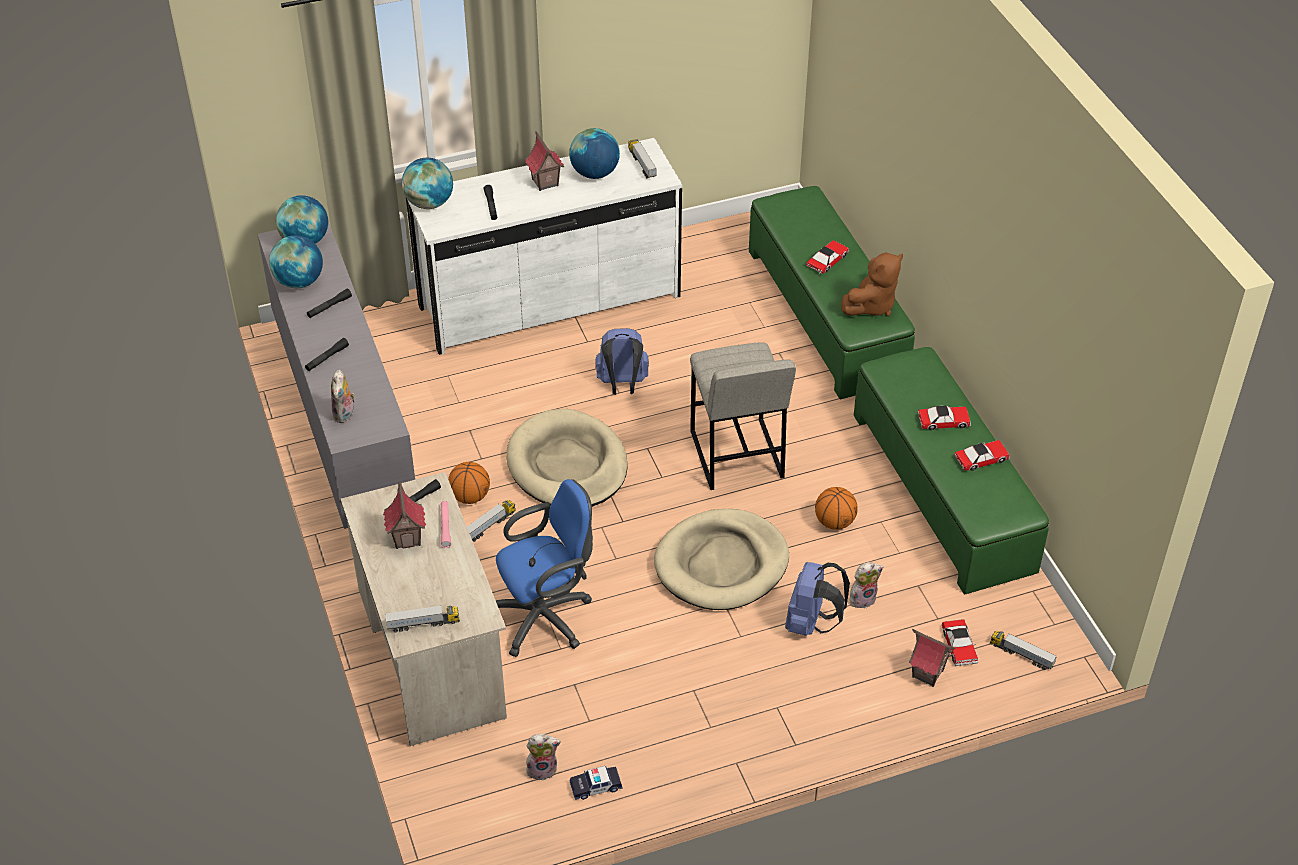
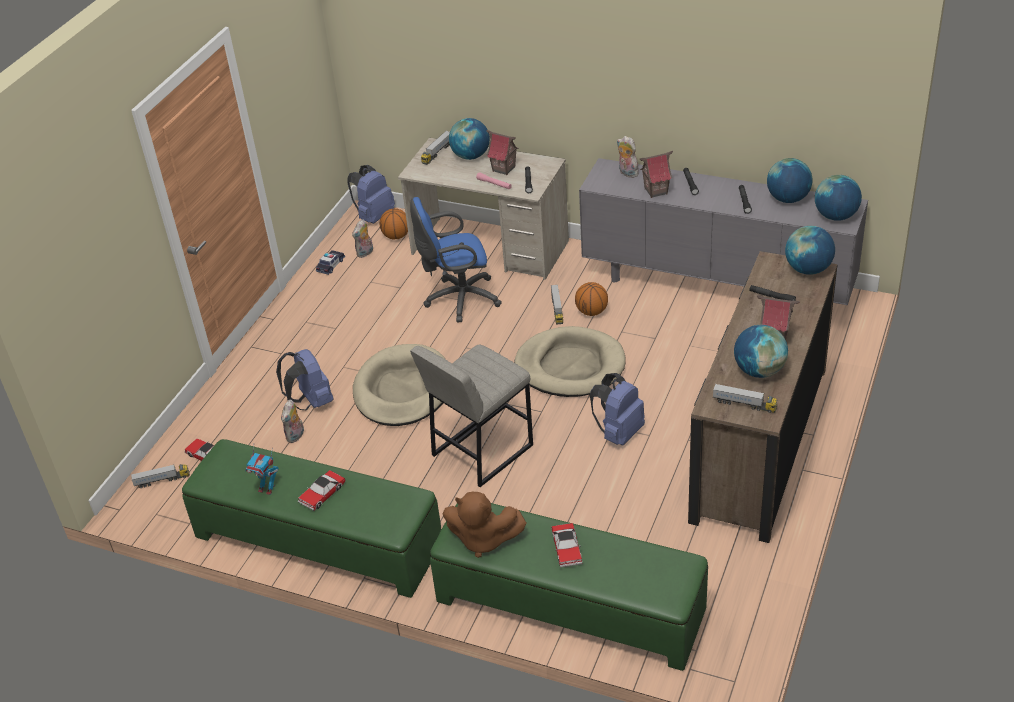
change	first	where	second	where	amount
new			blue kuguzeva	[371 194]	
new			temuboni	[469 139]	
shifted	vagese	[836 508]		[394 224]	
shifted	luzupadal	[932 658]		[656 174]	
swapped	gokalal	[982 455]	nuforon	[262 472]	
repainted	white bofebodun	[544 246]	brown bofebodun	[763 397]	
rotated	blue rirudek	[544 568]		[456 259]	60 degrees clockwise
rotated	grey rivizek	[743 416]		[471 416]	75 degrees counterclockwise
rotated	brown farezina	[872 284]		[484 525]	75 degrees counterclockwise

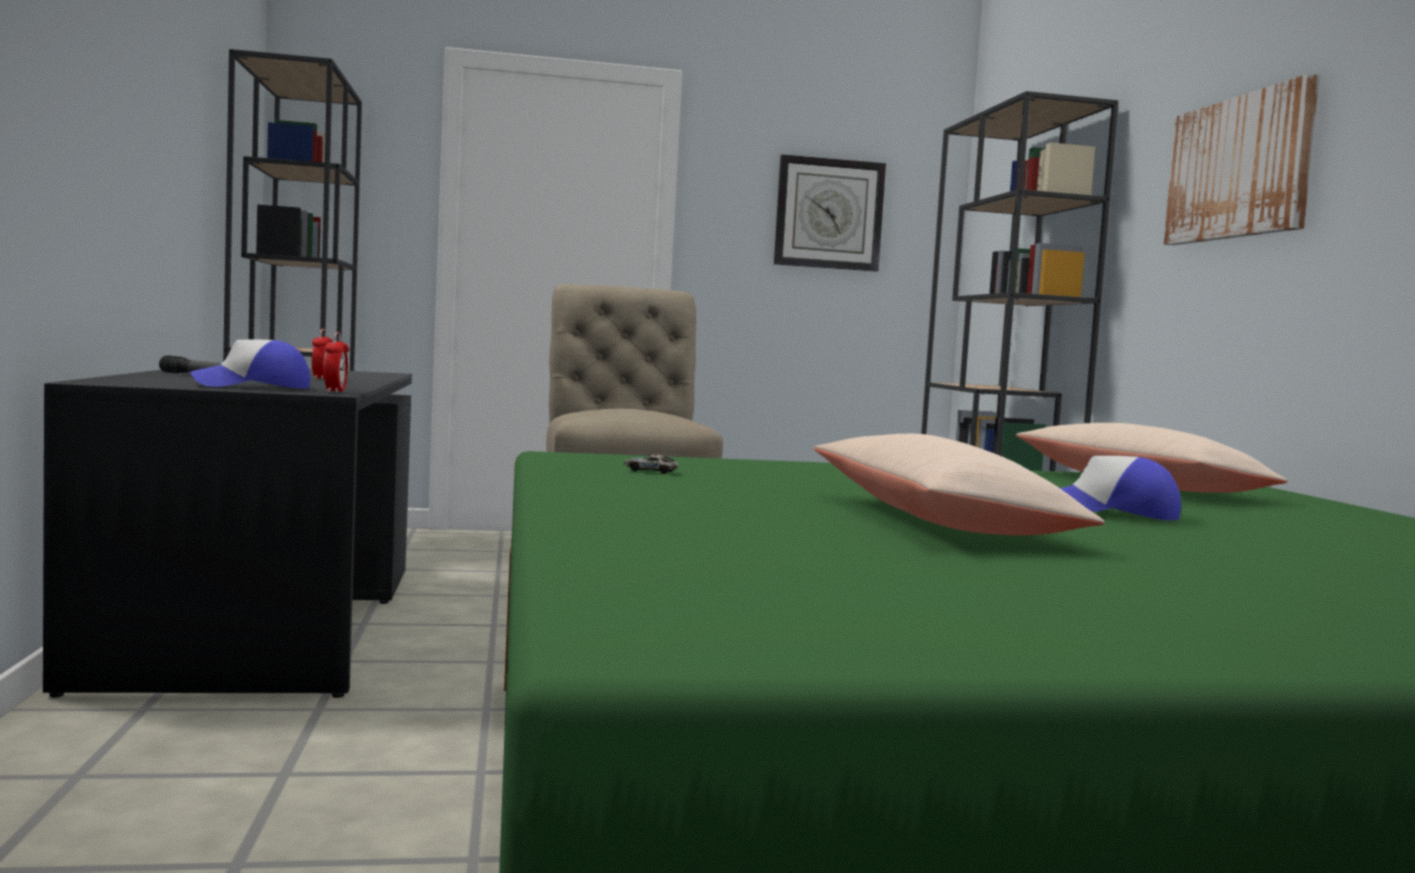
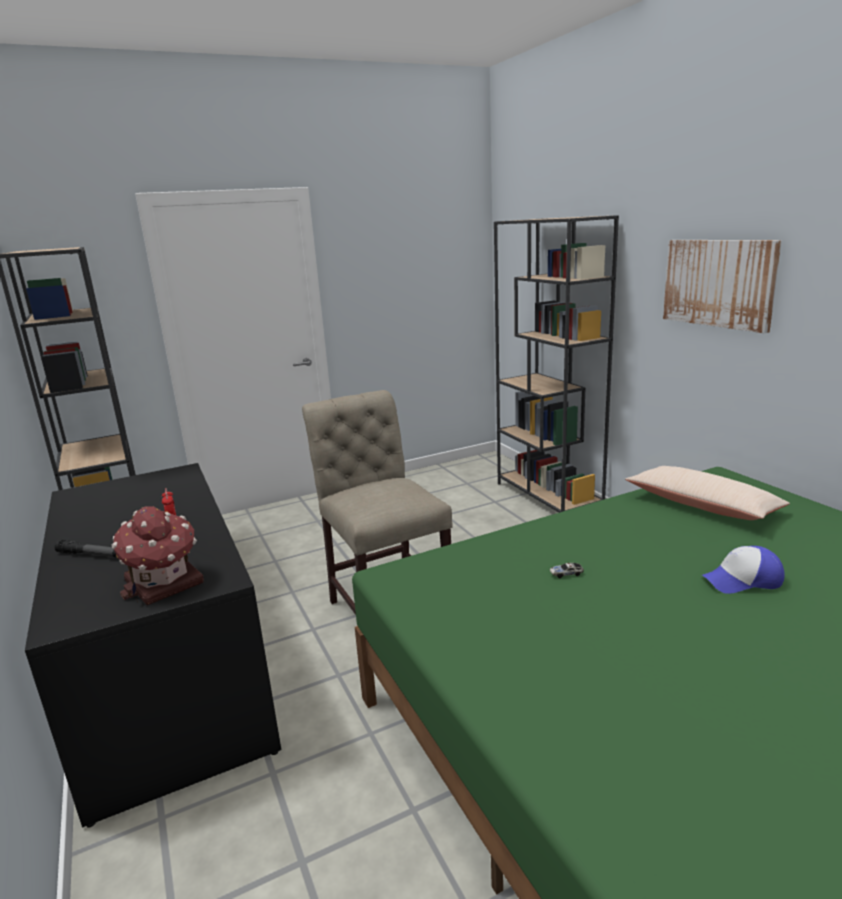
change	first	where	second	where	amount
gone	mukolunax	[336 362]			
gone	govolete	[830 212]			
gone	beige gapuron	[959 485]			
shifted	gokalal	[651 464]		[567 570]	
swapped	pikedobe	[250 364]	luzupadal	[158 555]	

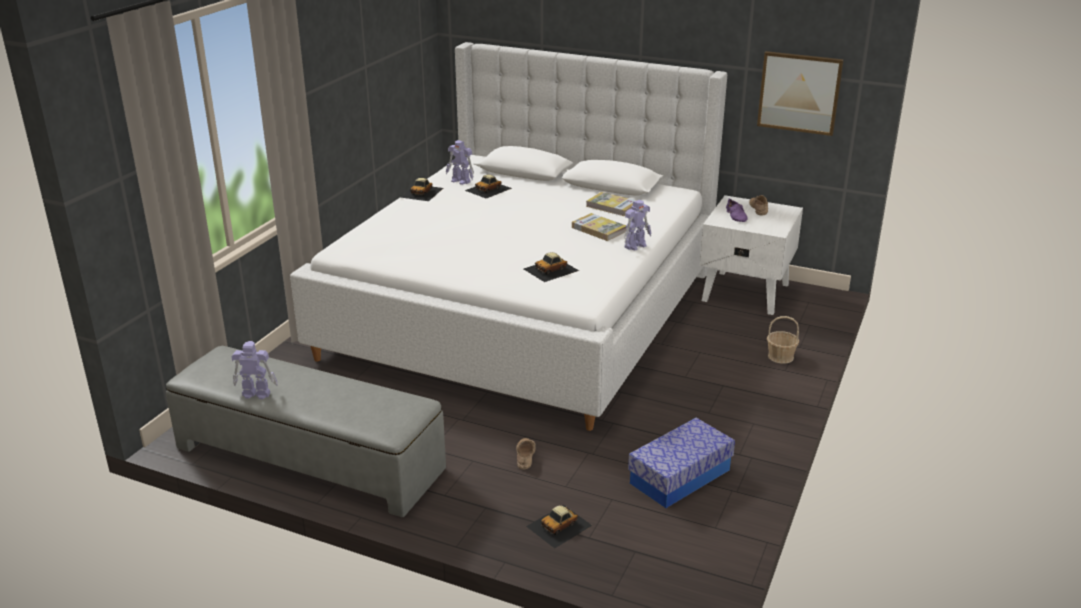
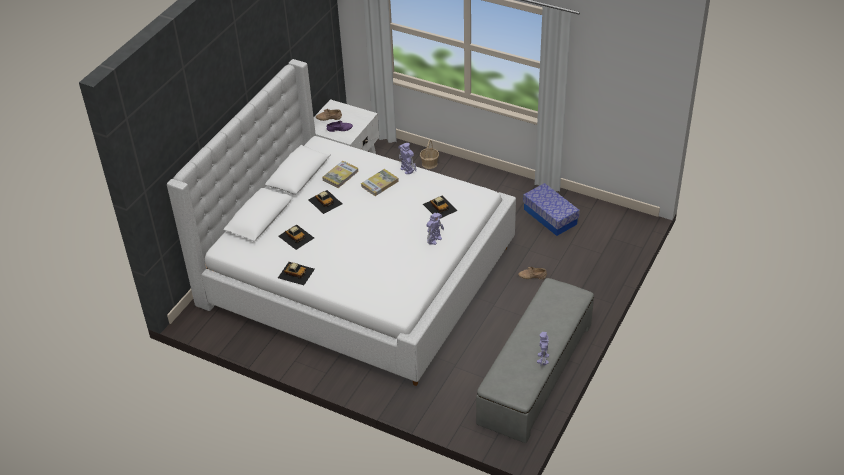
change	first	where	second	where	amount
gone	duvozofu	[800 93]			
shifted	nuforon	[460 162]		[435 229]	
shifted	gokalal	[559 526]		[325 202]	

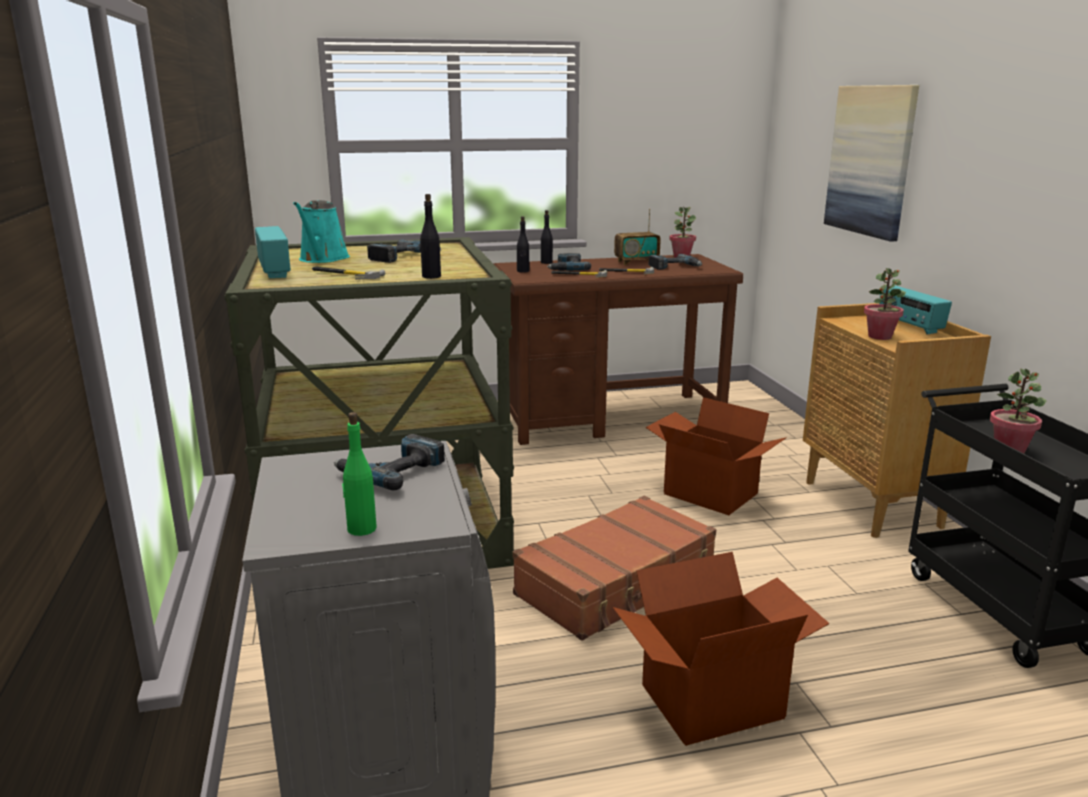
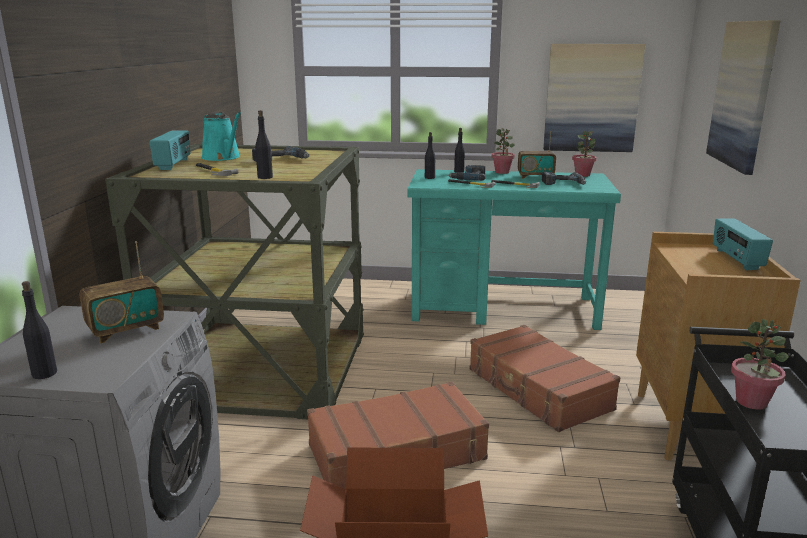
change	first	where	second	where	amount
new			duvozofu	[594 98]	
shifted	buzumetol	[885 304]		[503 151]	
swapped	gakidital	[389 462]	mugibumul	[122 292]	
swapped	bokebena	[716 456]	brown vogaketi	[545 378]	
repainted	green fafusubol	[359 474]	black fafusubol	[39 330]	
repainted	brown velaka	[618 349]	turquoise velaka	[514 249]	
rotated	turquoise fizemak	[321 231]		[221 136]	60 degrees counterclockwise

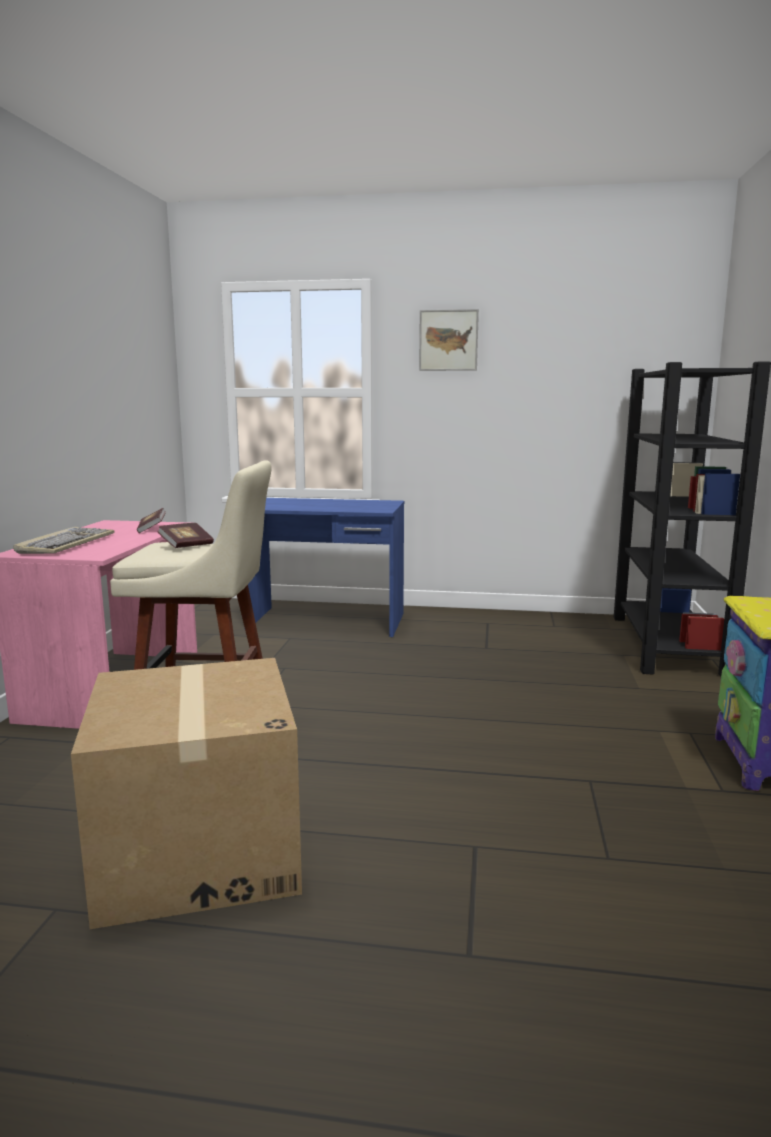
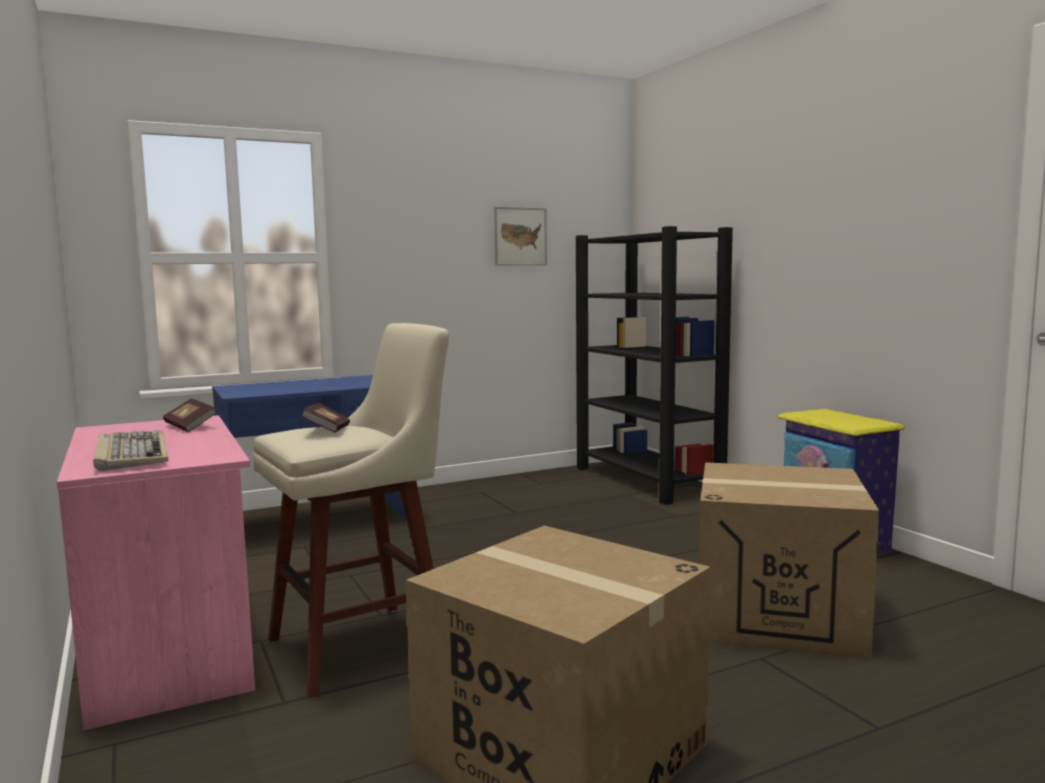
change	first	where	second	where	amount
new			bokebena	[789 560]	
shifted	duvozofu	[449 340]		[520 236]	

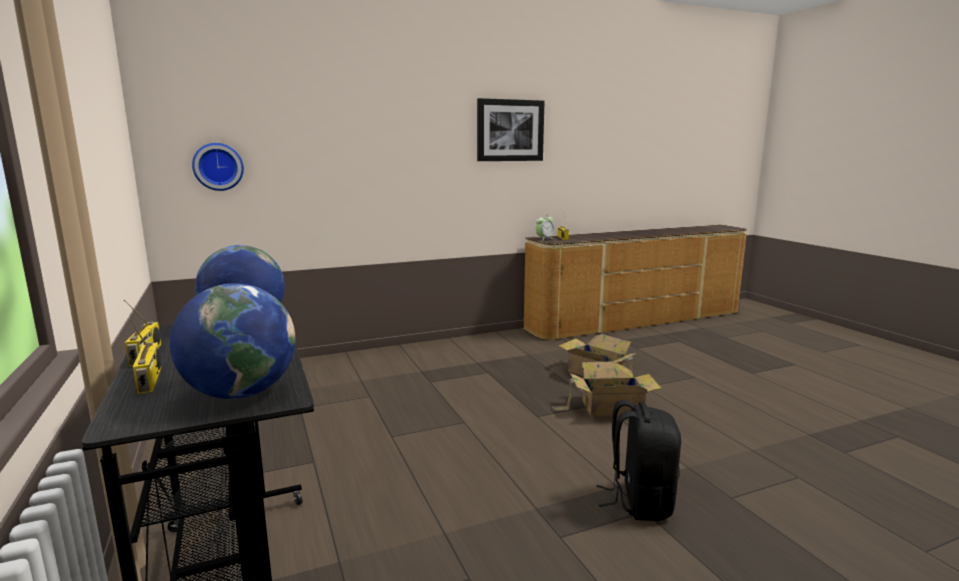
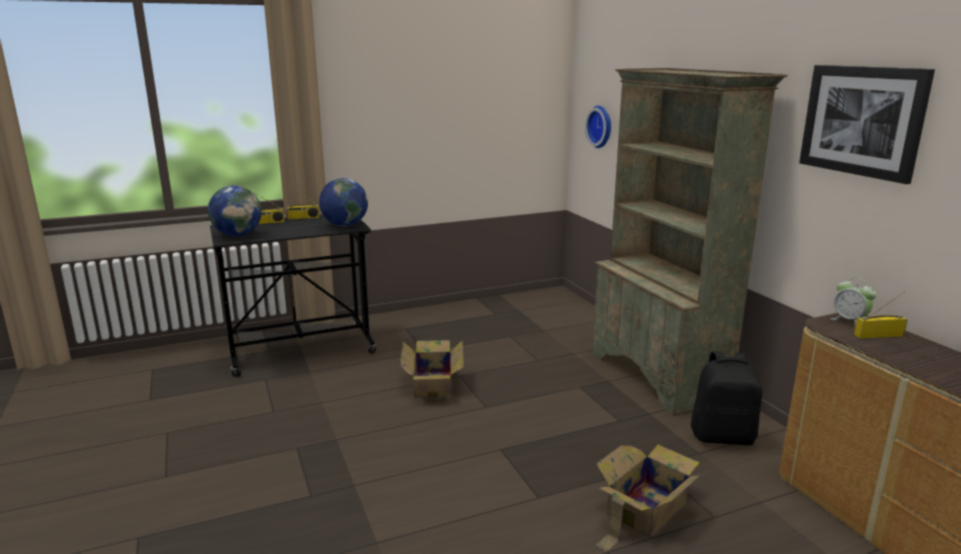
change	first	where	second	where	amount
new			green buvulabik	[690 241]	
shifted	bokebena	[607 389]		[432 369]	
shifted	black kuguzeva	[638 460]		[726 398]	

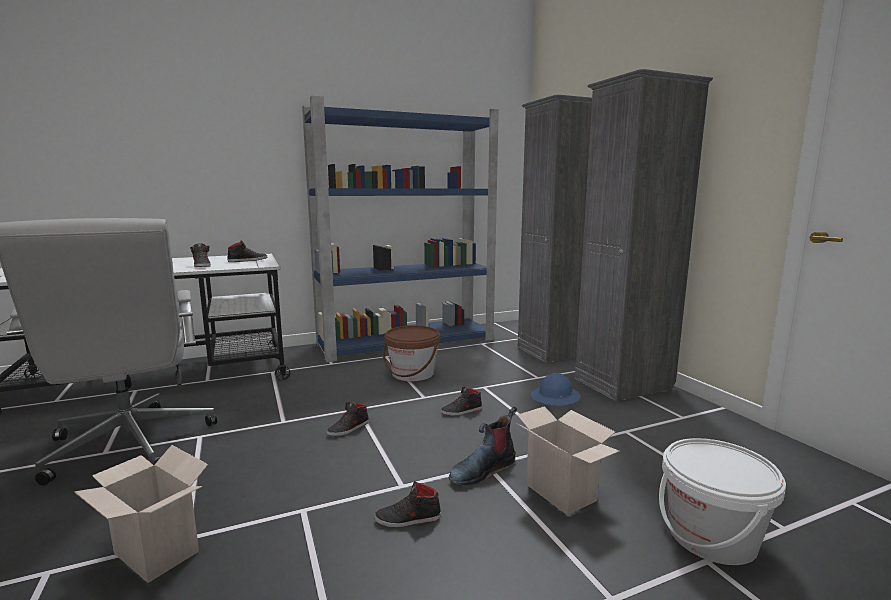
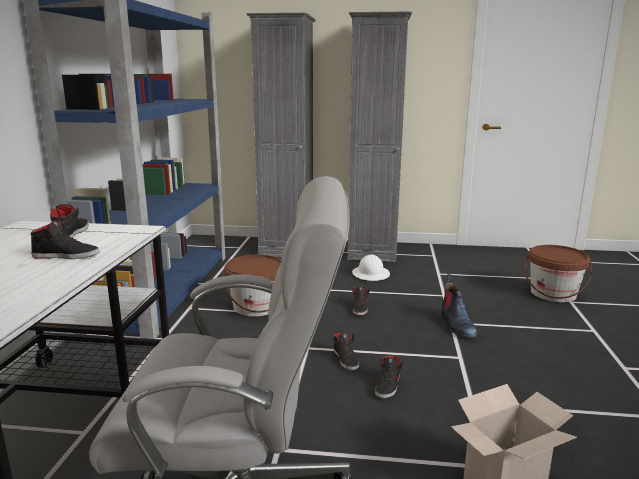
change	first	where	second	where	amount
gone	bokebena	[568 460]			
shifted	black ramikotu	[407 504]		[389 377]	
repainted	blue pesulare	[555 389]	white pesulare	[371 268]	
repainted	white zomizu	[722 501]	brown zomizu	[558 273]	

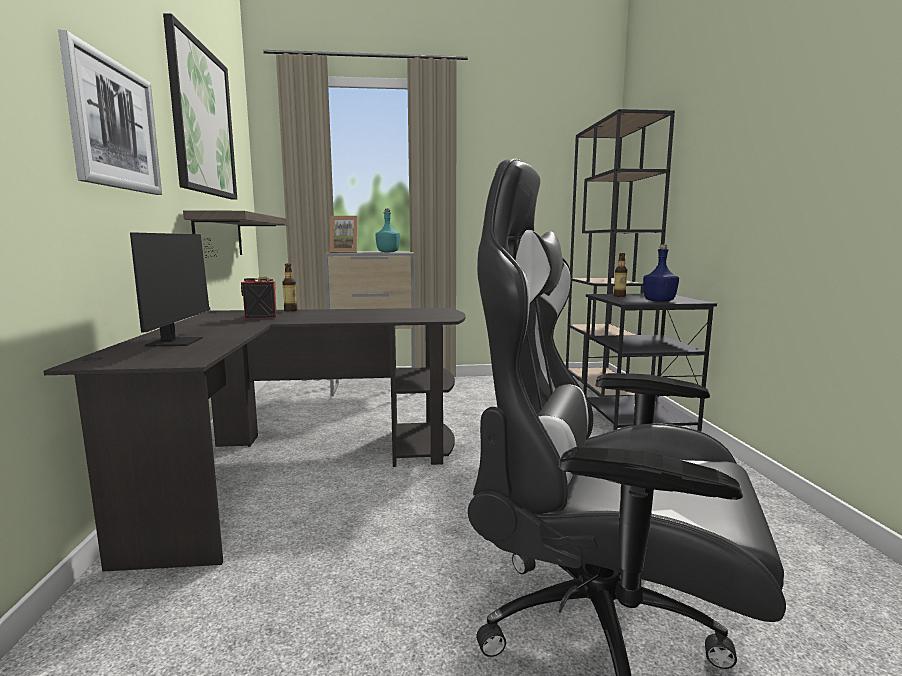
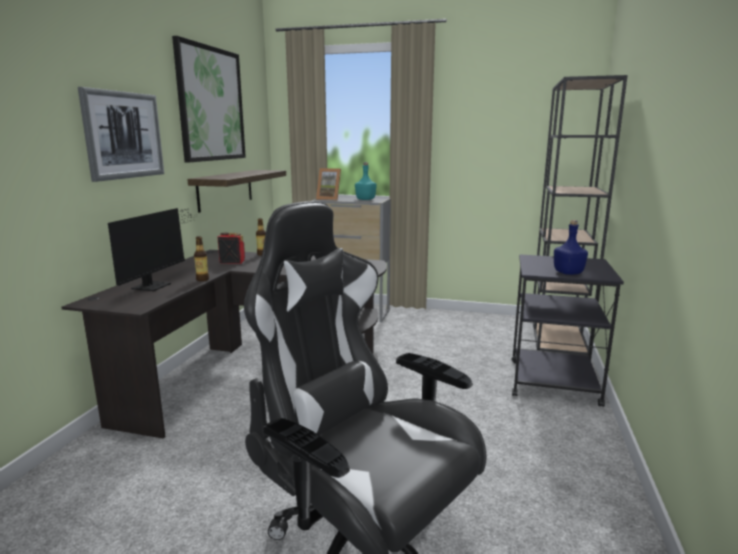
change	first	where	second	where	amount
shifted	fafusubol	[620 275]		[201 258]	

